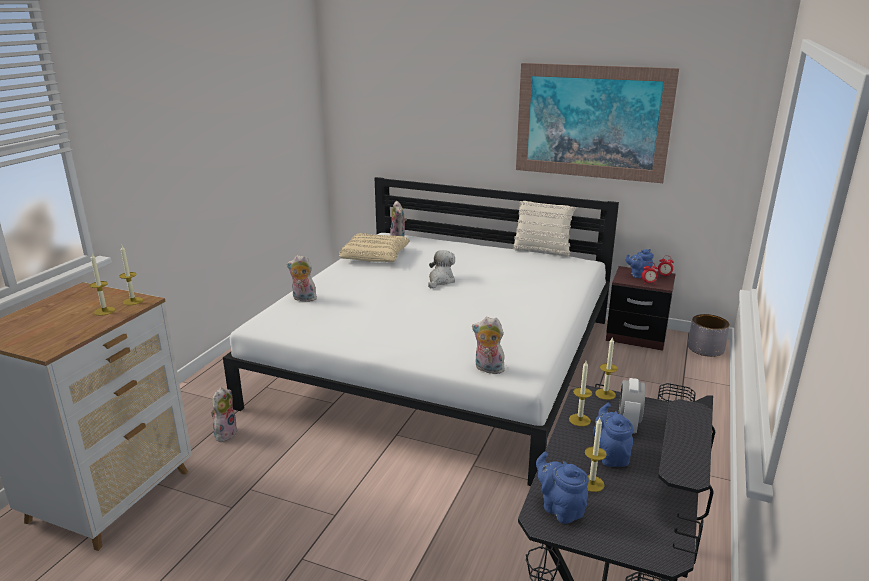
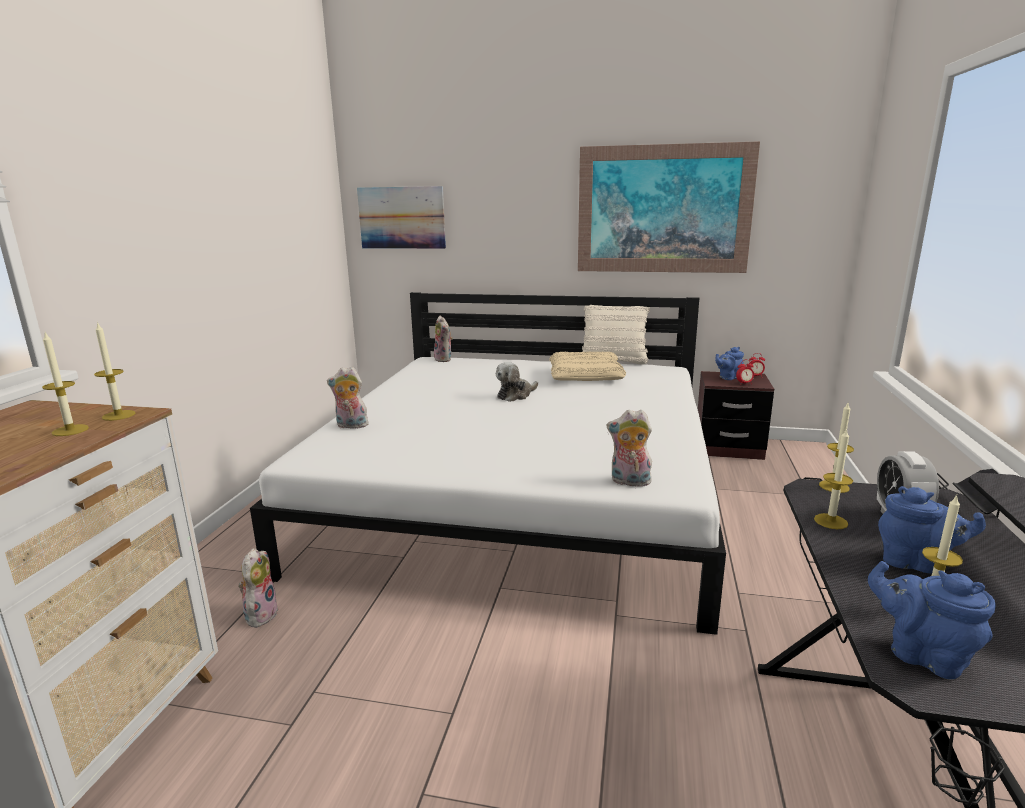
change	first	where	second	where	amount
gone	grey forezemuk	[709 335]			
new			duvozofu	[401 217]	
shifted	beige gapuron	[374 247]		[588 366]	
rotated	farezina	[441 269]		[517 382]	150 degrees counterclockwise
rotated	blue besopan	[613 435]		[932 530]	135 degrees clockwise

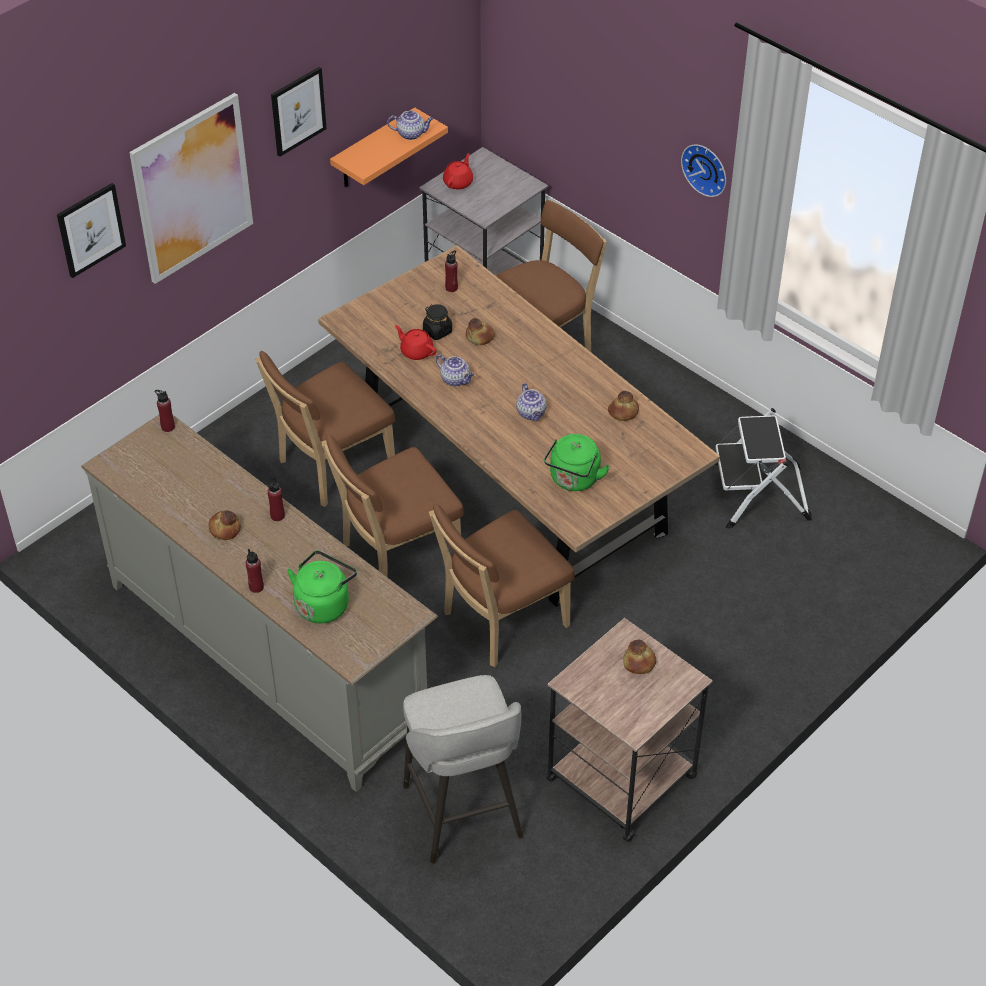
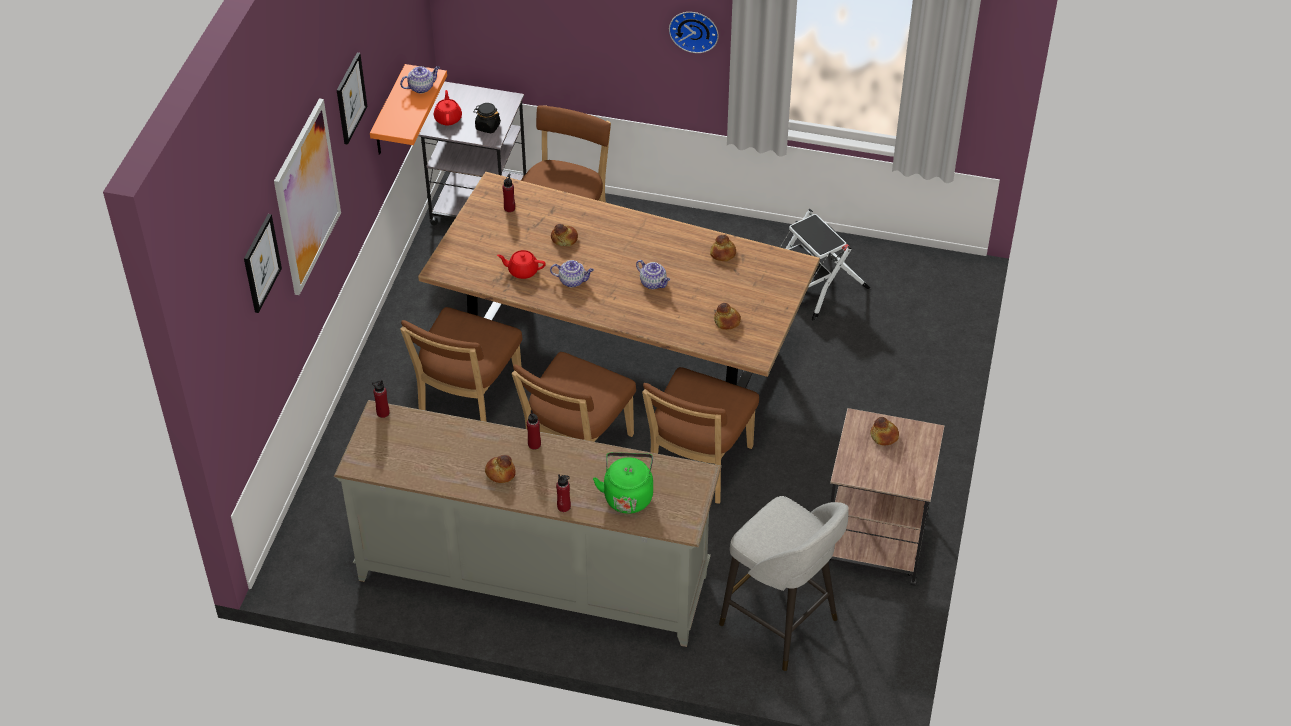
change	first	where	second	where	amount
shifted	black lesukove	[437 322]		[487 118]	
swapped	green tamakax	[577 462]	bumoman	[727 316]	

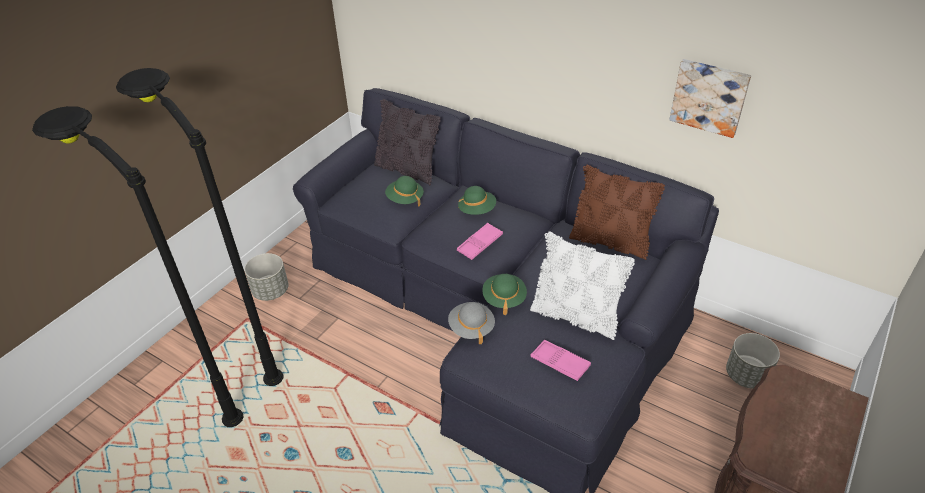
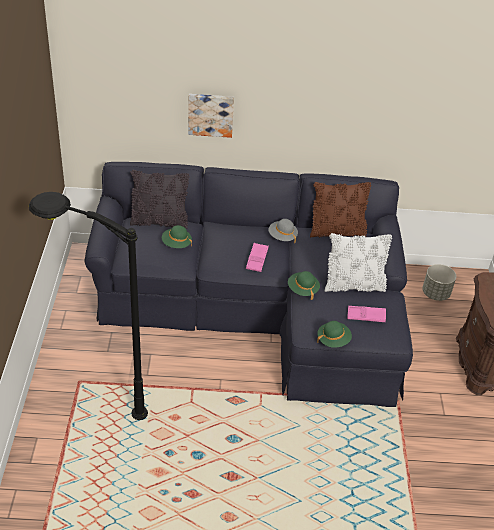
change	first	where	second	where	amount
gone	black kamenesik	[137 266]			
gone	grey forezemuk	[266 277]			
shifted	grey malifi	[471 323]		[283 231]	
shifted	green malifi	[477 200]		[334 334]	
shifted	duvozofu	[710 98]		[211 116]	

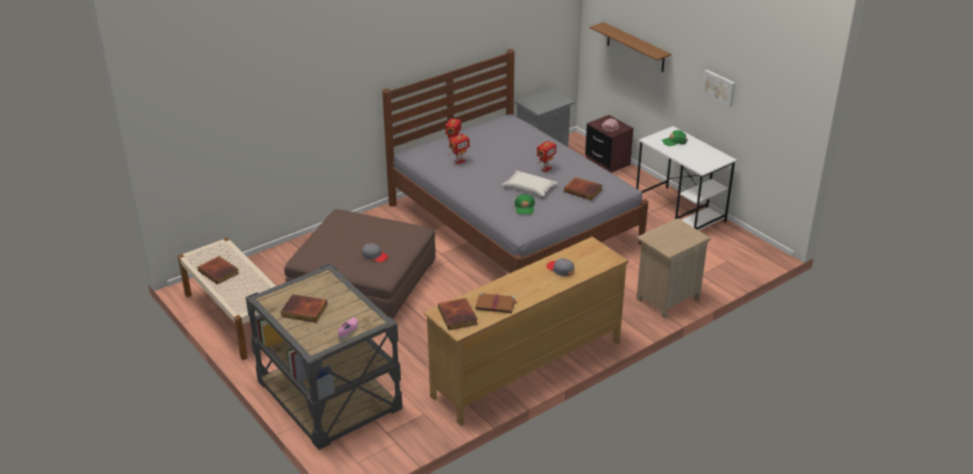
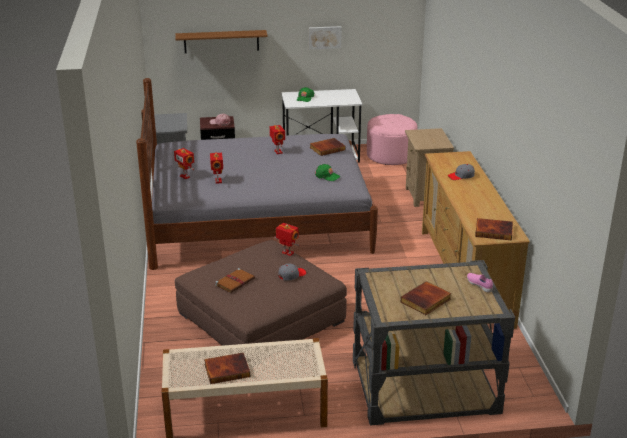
change	first	where	second	where	amount
gone	white gapuron	[530 183]			
new			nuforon	[287 239]	
new			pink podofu	[392 139]	
shifted	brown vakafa	[496 302]		[235 280]	

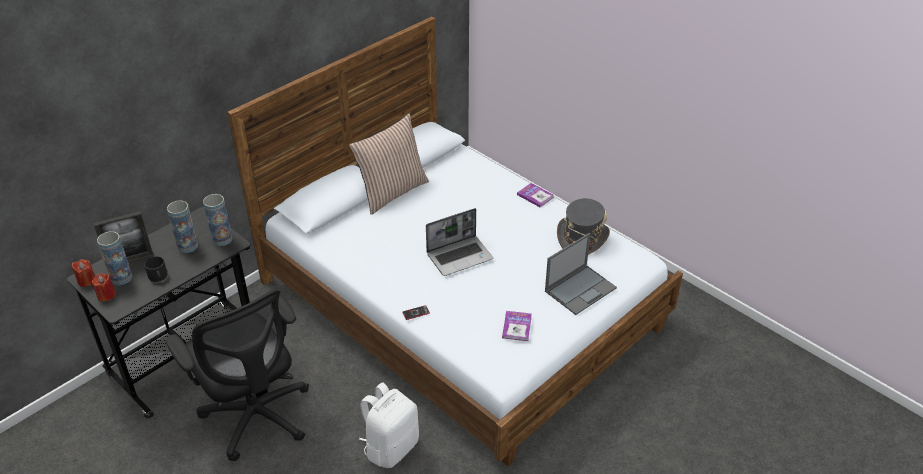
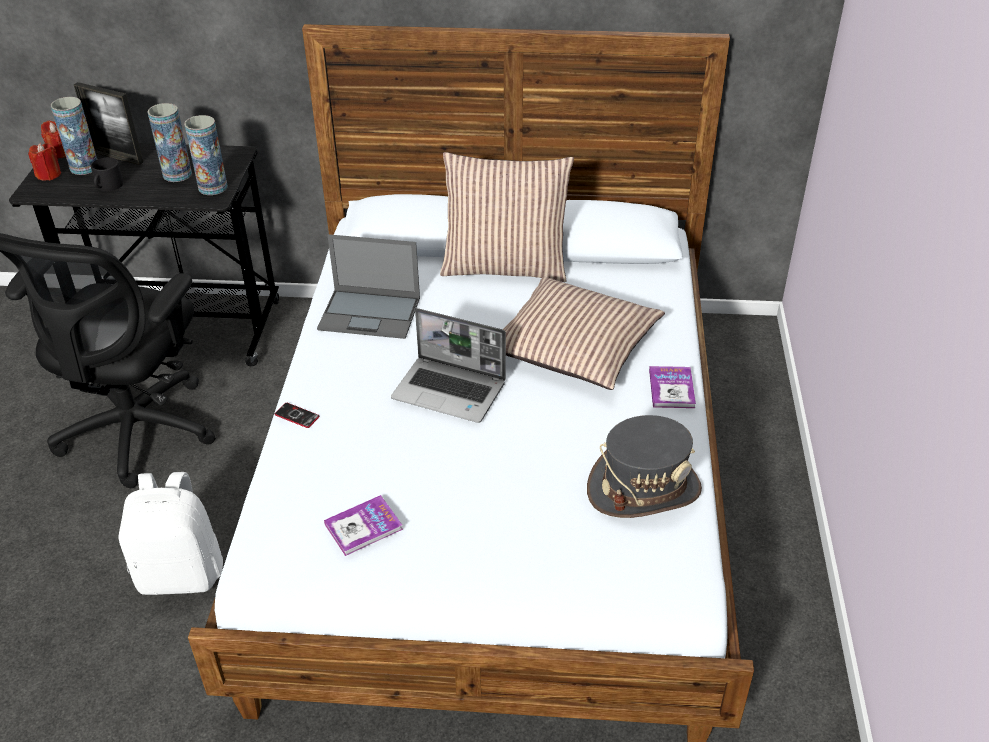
change	first	where	second	where	amount
new			gapuron	[584 333]	
shifted	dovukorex	[581 274]		[368 286]	

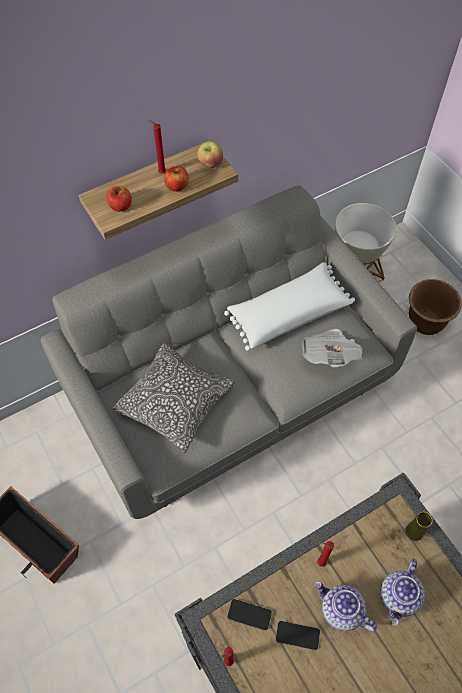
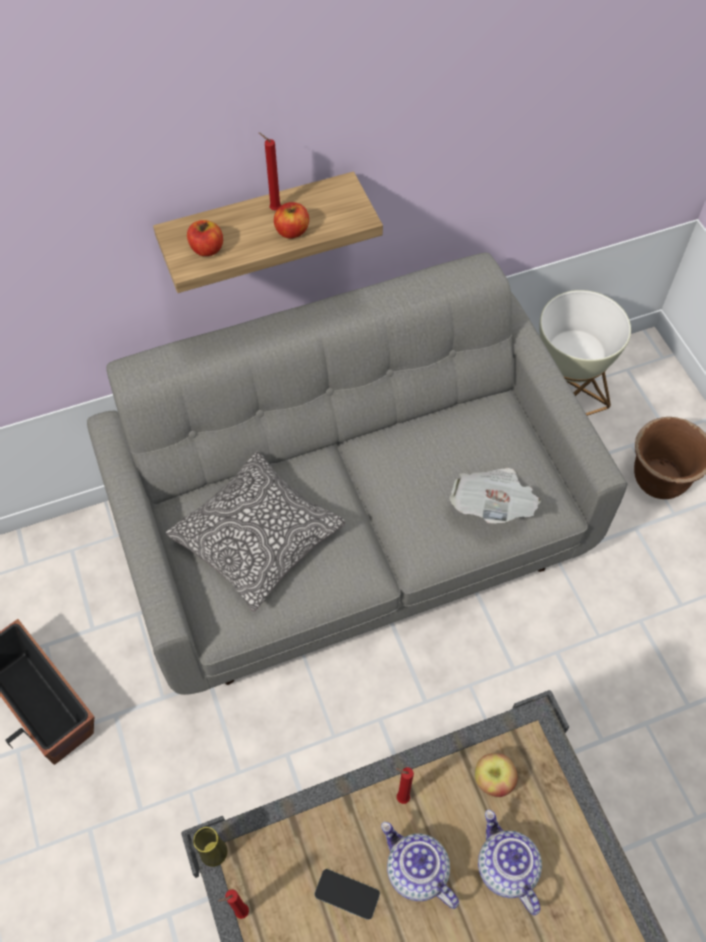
change	first	where	second	where	amount
gone	white gapuron	[289 306]			
gone	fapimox	[249 615]			
shifted	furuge	[210 154]		[496 775]	
shifted	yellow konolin	[419 526]		[210 847]	
rotated	besopan	[402 592]		[510 862]	120 degrees clockwise

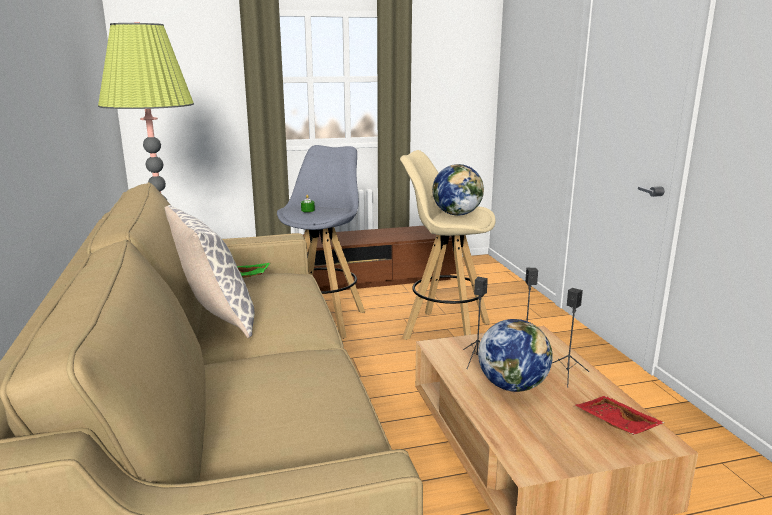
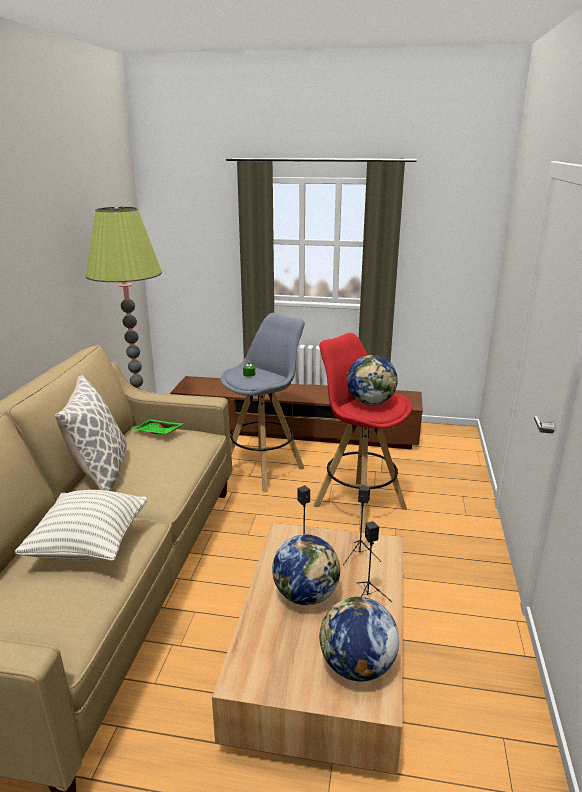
change	first	where	second	where	amount
new			gapuron	[81 525]	
swapped	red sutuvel	[620 415]	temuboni	[359 639]	
repainted	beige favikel	[448 245]	red favikel	[363 433]	

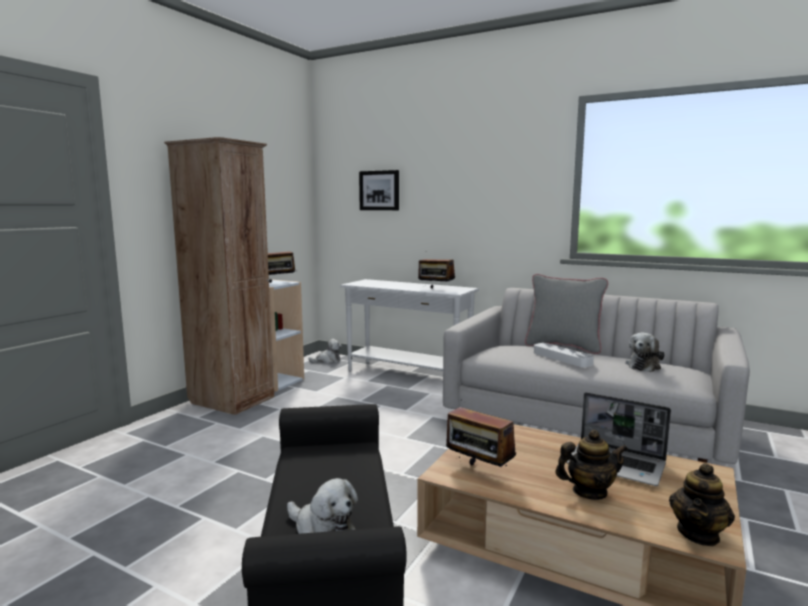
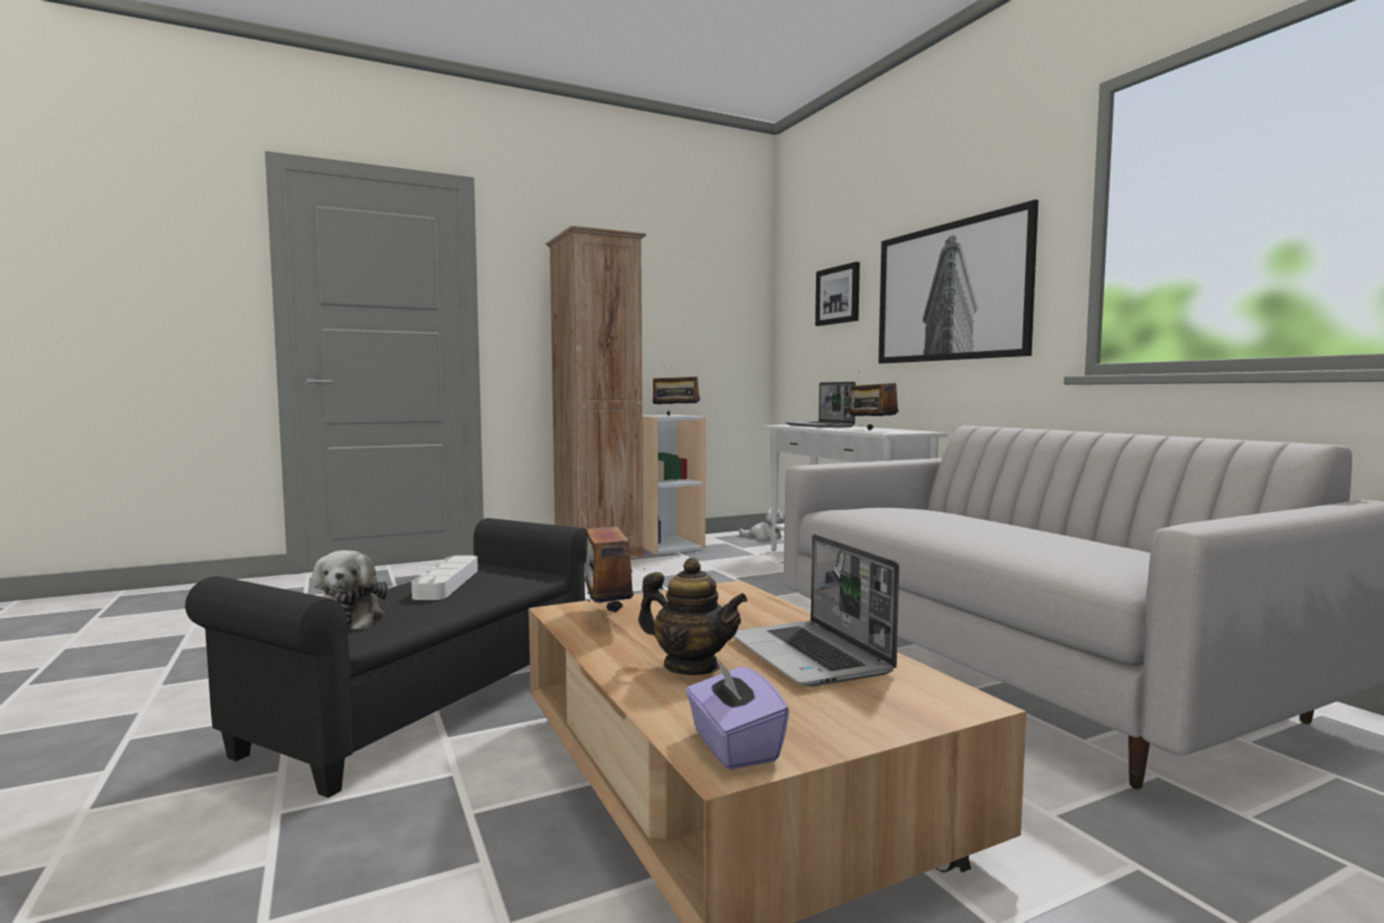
change	first	where	second	where	amount
gone	grey gapuron	[566 314]			
gone	farezina	[645 352]			
new			dovukorex	[820 405]	
new			duvozofu	[958 281]	
shifted	white sutuvel	[564 355]		[444 577]	
swapped	besopan	[702 504]	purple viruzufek	[737 714]	

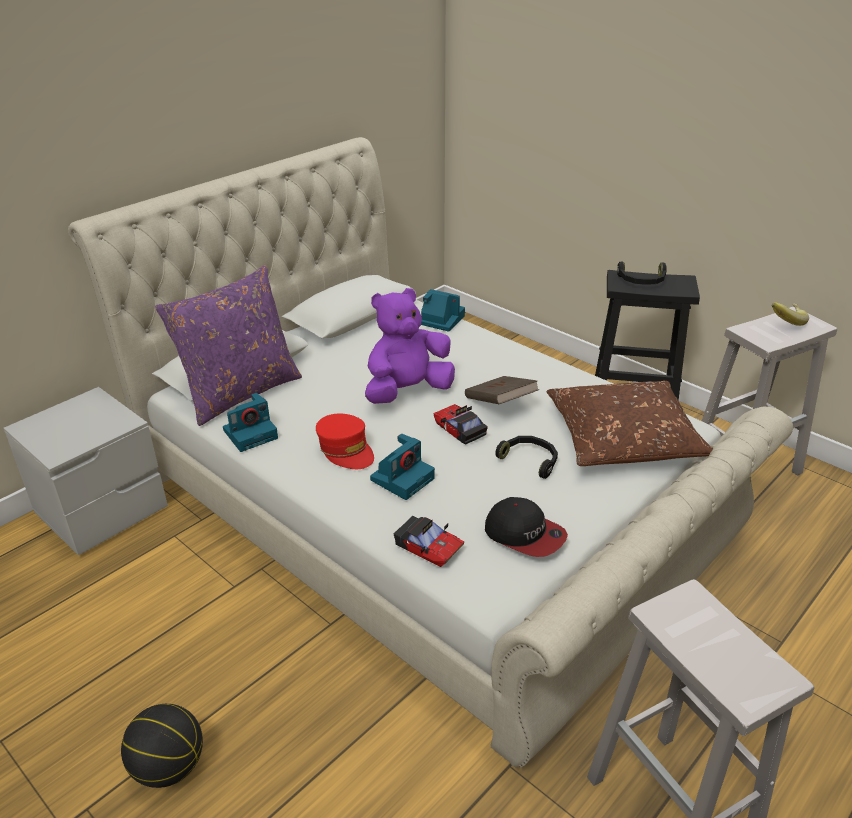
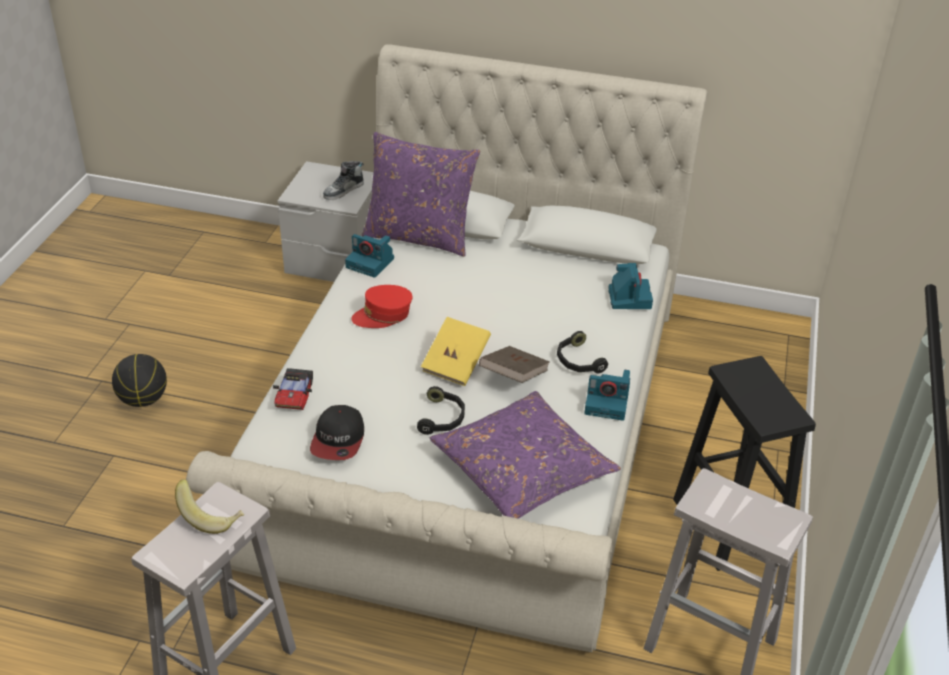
change	first	where	second	where	amount
gone	purple farezina	[410 346]			
new			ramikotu	[343 180]	
shifted	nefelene	[402 467]		[607 395]	
shifted	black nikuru	[642 273]		[582 352]	
shifted	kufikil	[790 314]		[209 506]	
swapped	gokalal	[460 424]	yellow vakafa	[456 351]	
repainted	brown gapuron	[630 423]	purple gapuron	[525 455]	
rotated	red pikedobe	[345 441]		[381 306]	45 degrees clockwise

